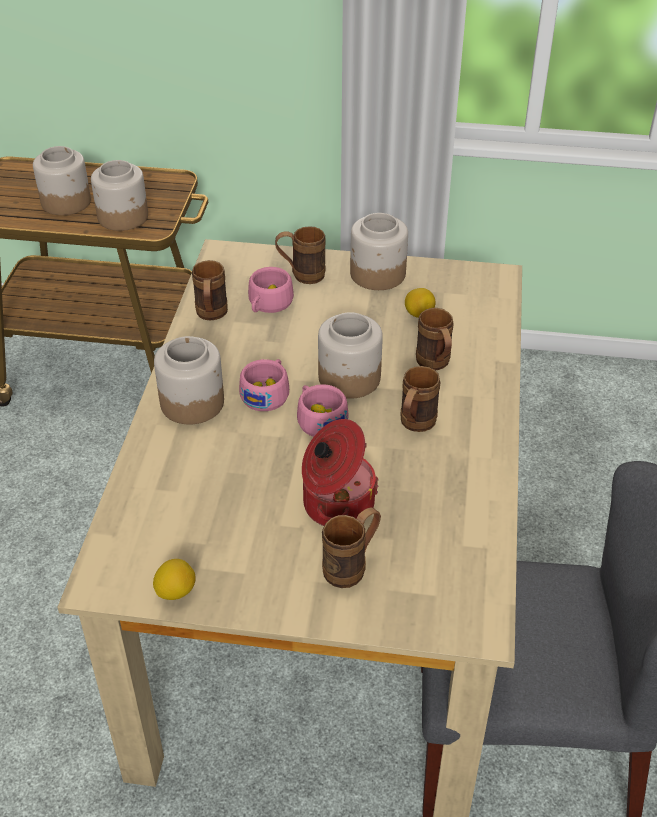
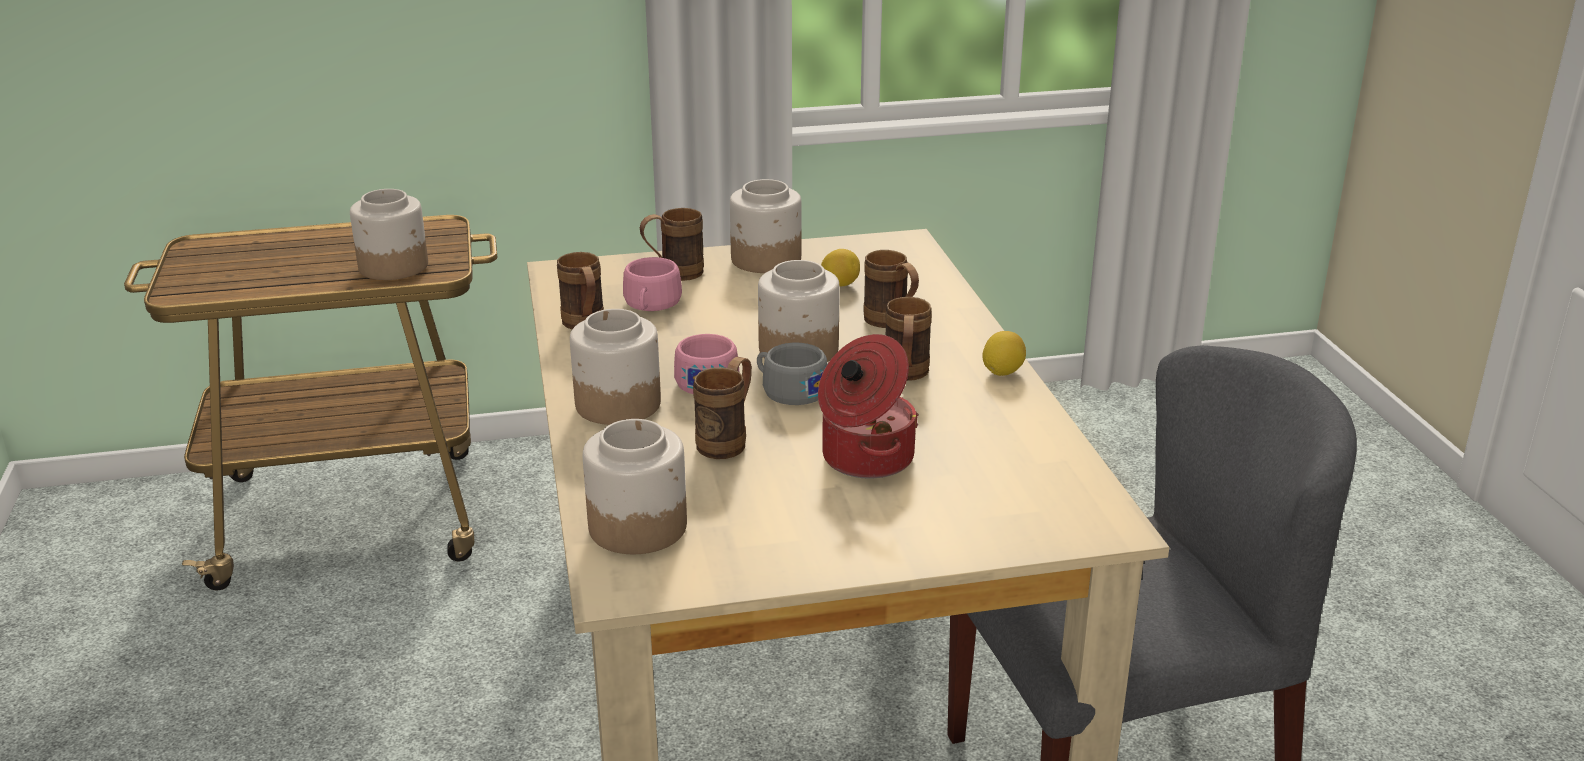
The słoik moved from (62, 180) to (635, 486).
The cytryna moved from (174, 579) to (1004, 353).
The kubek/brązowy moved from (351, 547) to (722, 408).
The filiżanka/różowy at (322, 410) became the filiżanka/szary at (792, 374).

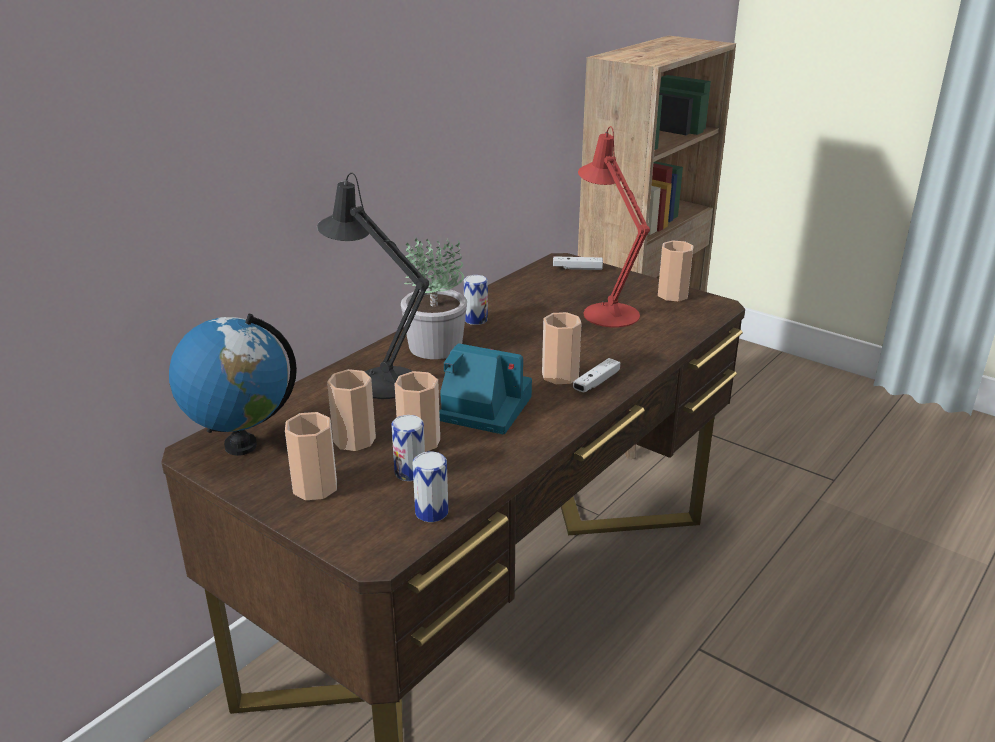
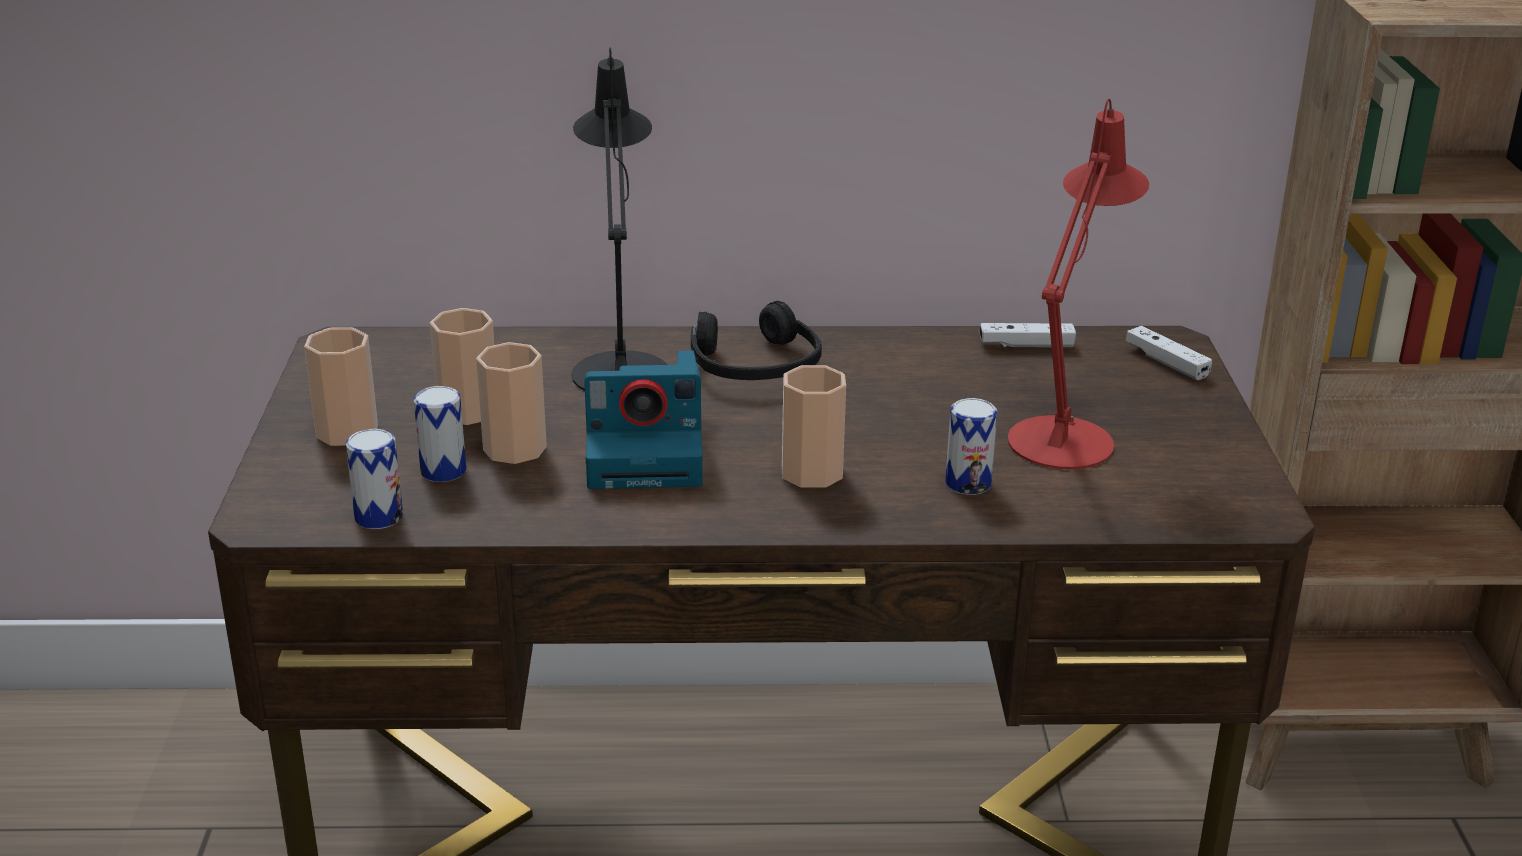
The globus at (233, 385) disappeared.
The filiżanka at (675, 271) disappeared.
The puszka moved from (476, 300) to (971, 446).
The pad do gier/biały moved from (596, 375) to (1028, 335).
The roślina doniczkowa at (434, 298) was replaced by the słuchawki/czarny at (756, 340).
The aparat fotograficzny at (485, 389) turned 105 degrees clockwise.

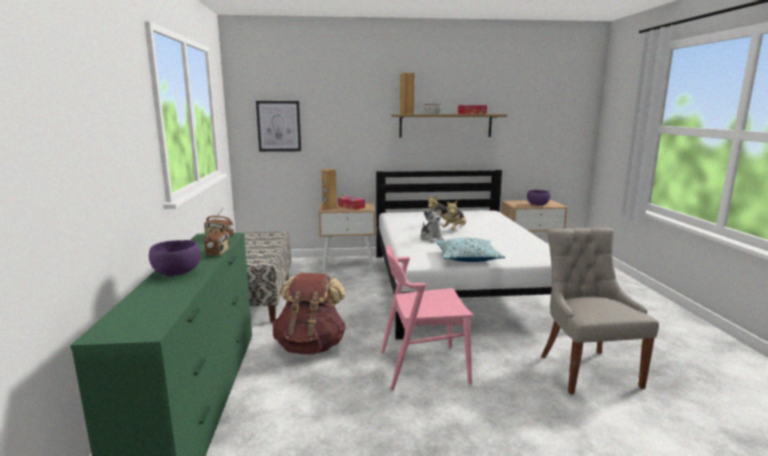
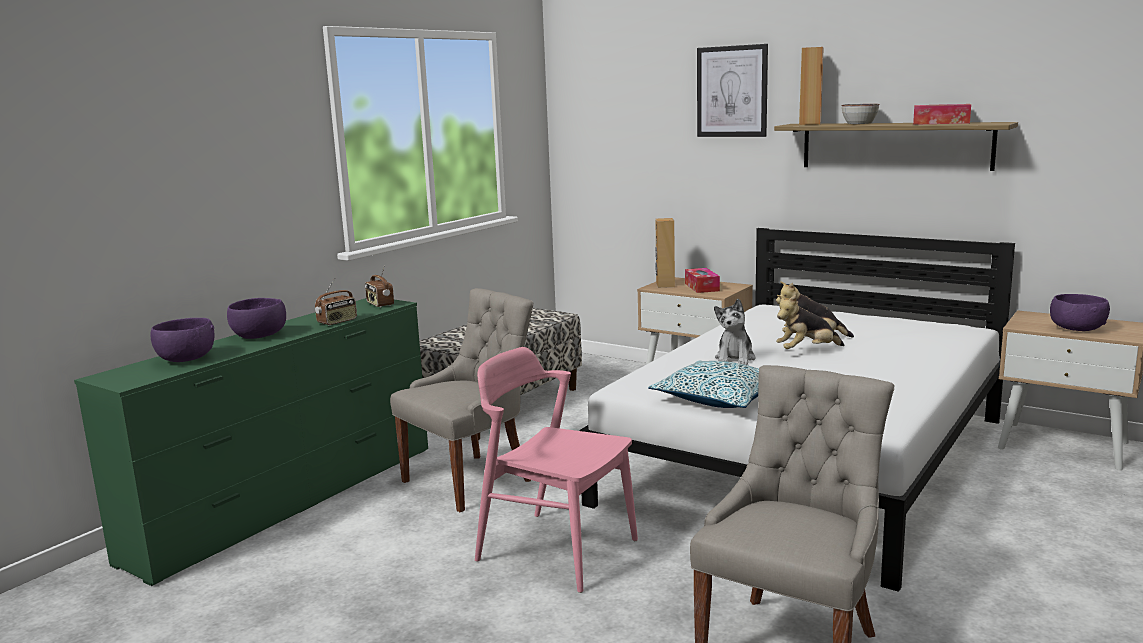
The miska/fioletowy at (182, 340) appeared.
The obraz moved from (278, 126) to (732, 90).
The plecak/brązowy at (309, 313) was replaced by the krzesło/szary at (461, 400).

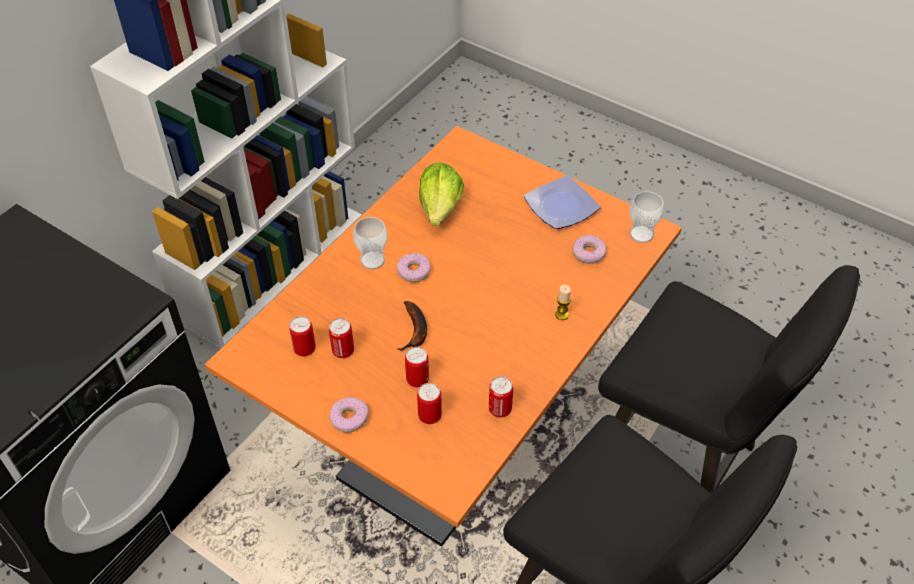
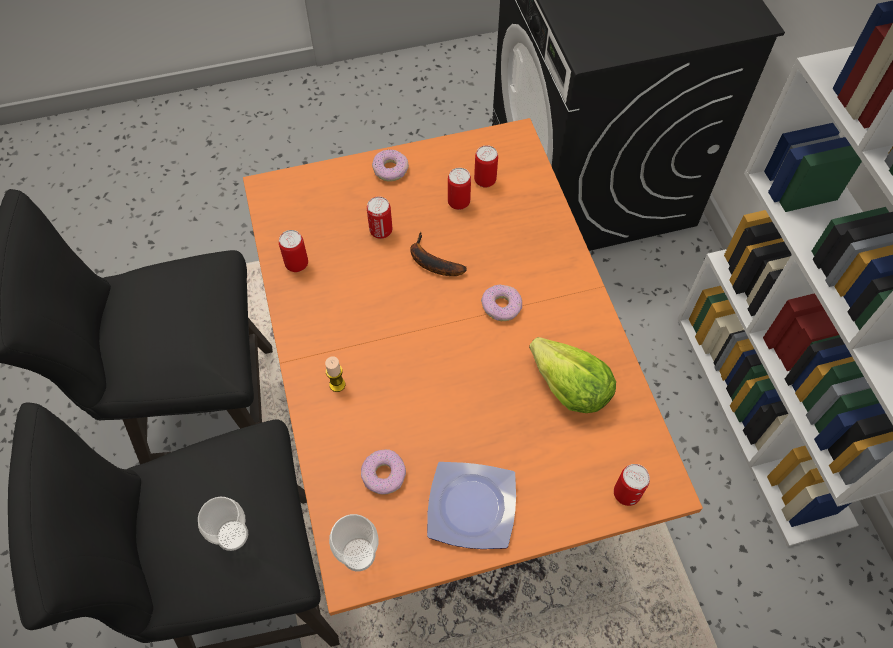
The filiżanka moved from (370, 243) to (223, 524).
The puszka moved from (429, 403) to (632, 485).

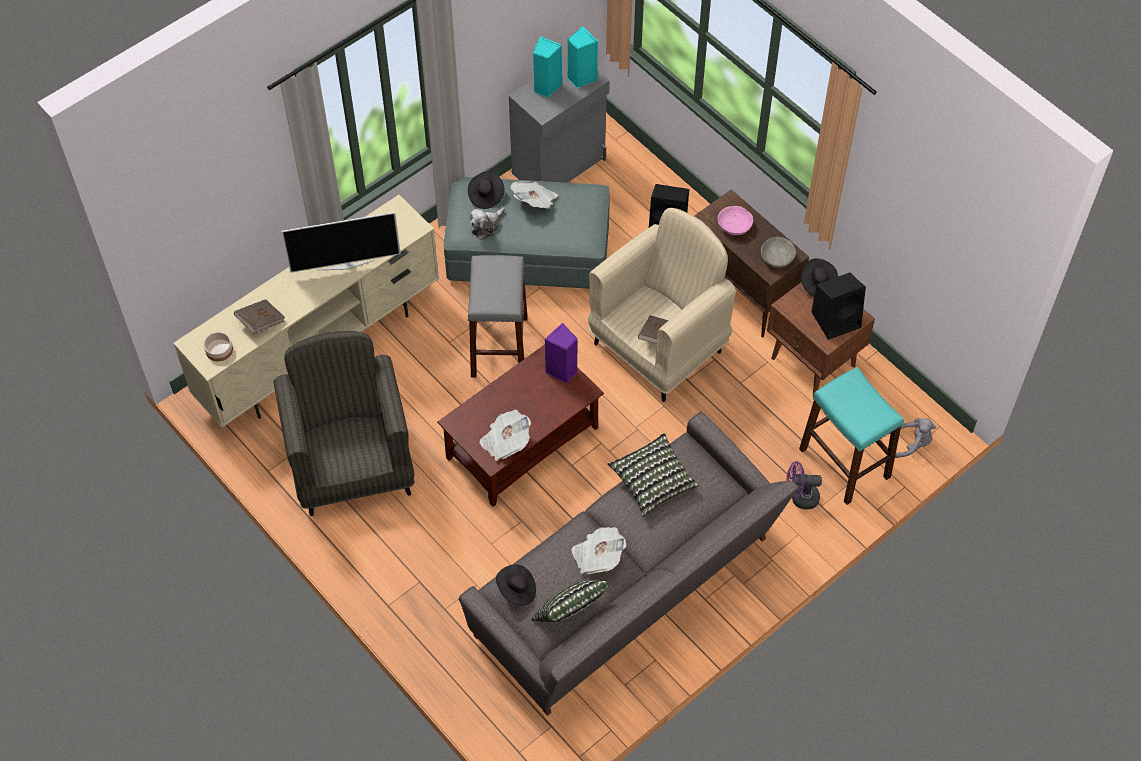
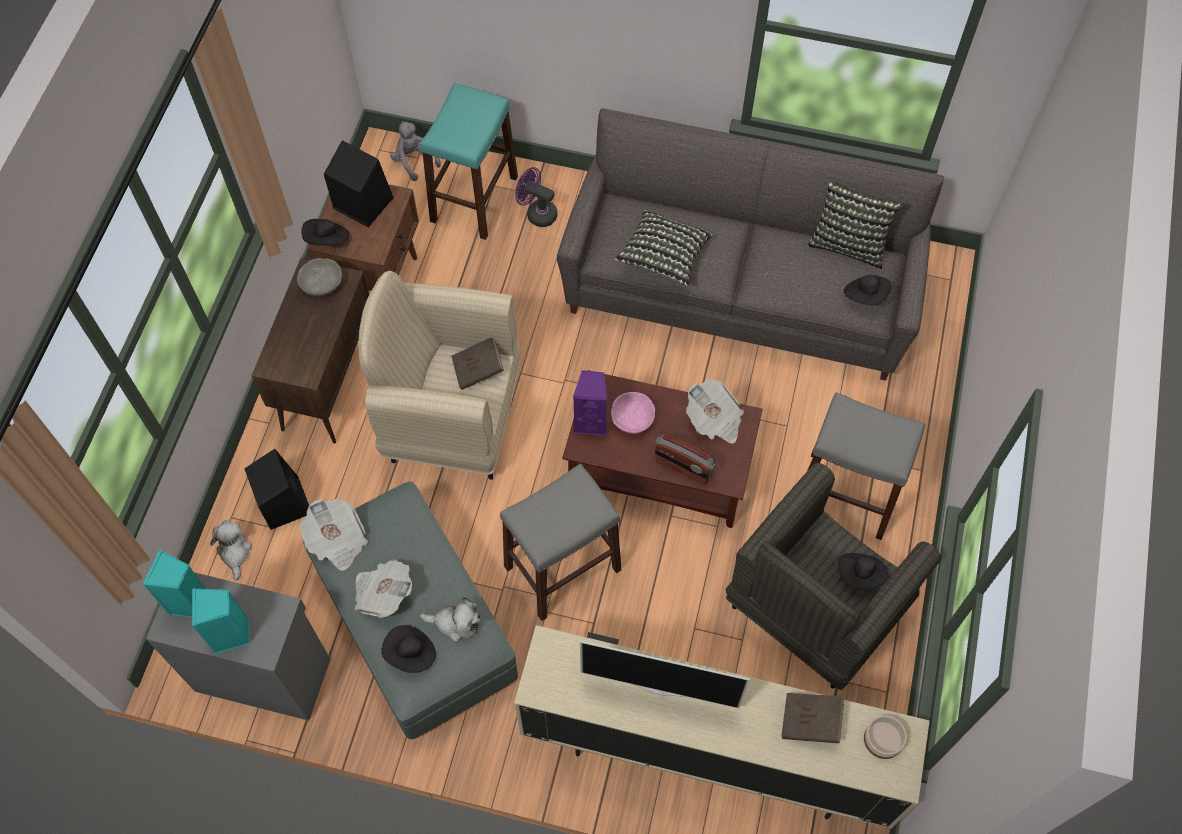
The pluszak at (231, 550) appeared.
The radio at (685, 459) appeared.
The stołek/szary at (866, 466) appeared.
The kapelusz/czarny at (863, 571) appeared.
The gazeta moved from (598, 550) to (334, 535).
The miska/różowy moved from (735, 220) to (633, 413).
The telewizor at (341, 242) turned 150 degrees clockwise.
The wentylator/fioletowy at (804, 485) turned 150 degrees clockwise.

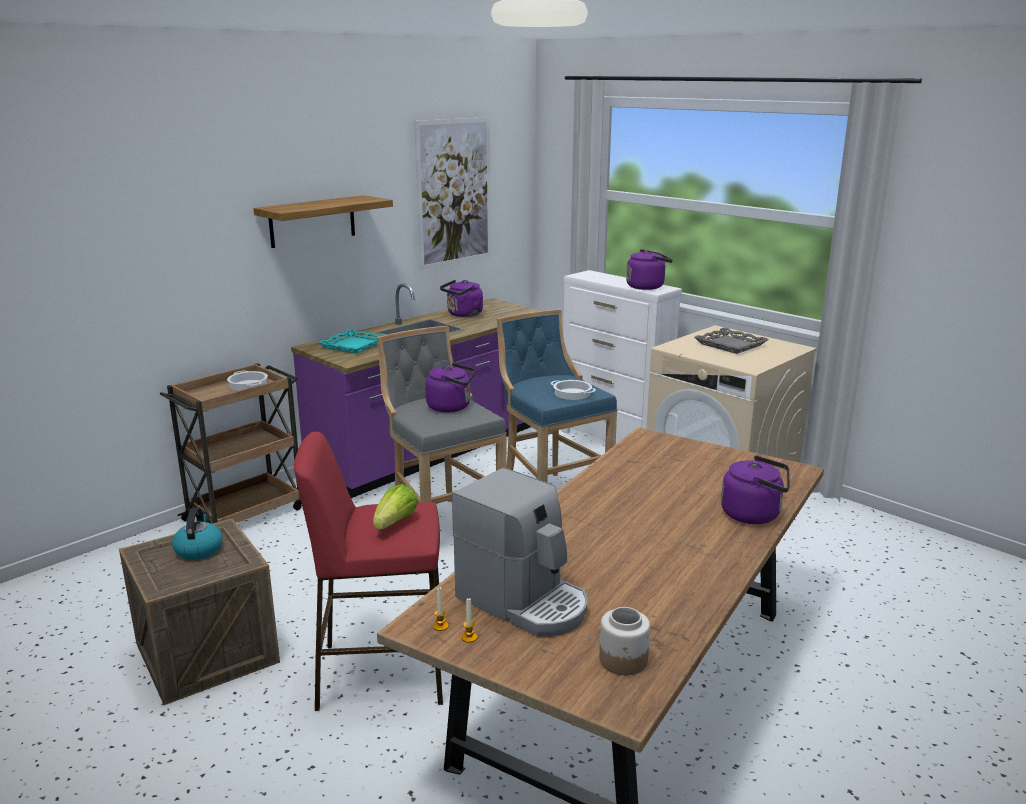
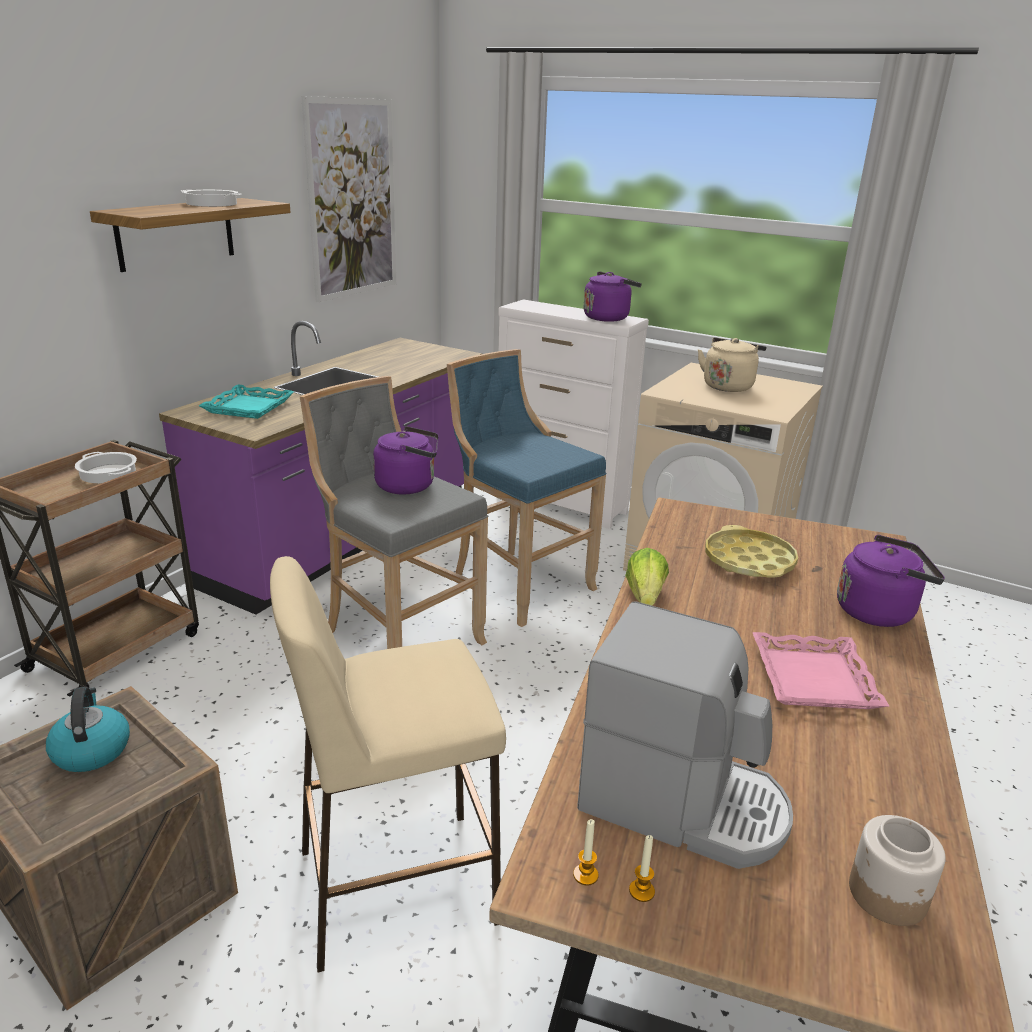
The czajnik/fioletowy at (461, 298) disappeared.
The taca/żółty at (751, 551) appeared.
The taca/różowy at (820, 670) appeared.
The sałata moved from (395, 506) to (647, 577).
The garnek moved from (573, 390) to (211, 198).
The taca/szary at (731, 340) was replaced by the czajnik/beżowy at (732, 364).
The stołek/czerwony at (368, 571) became the stołek/beżowy at (388, 764).

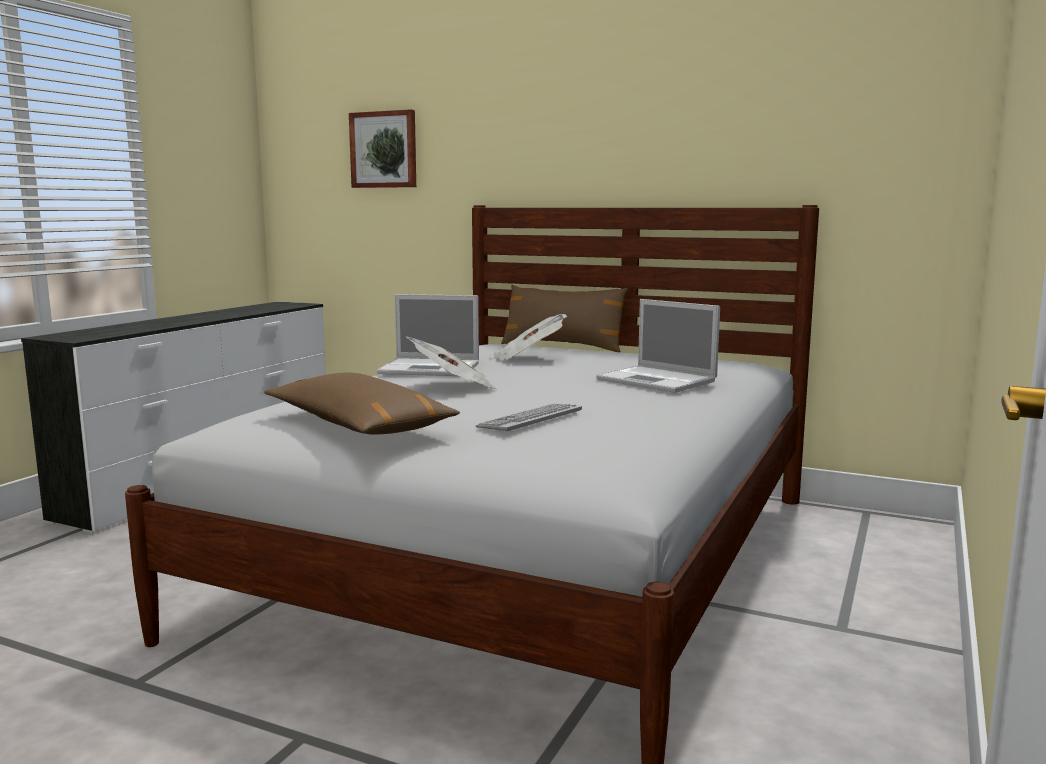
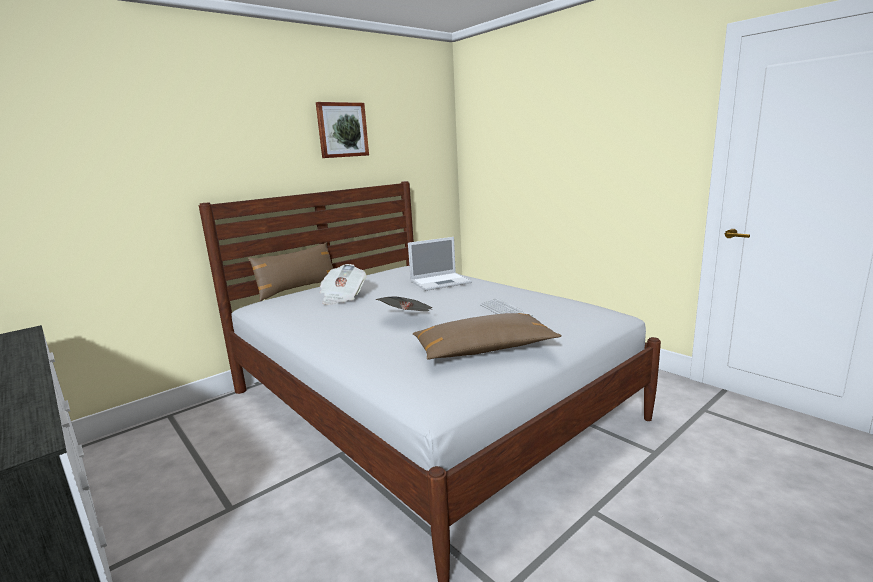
The laptop at (428, 335) disappeared.
The obraz moved from (382, 148) to (342, 130).

